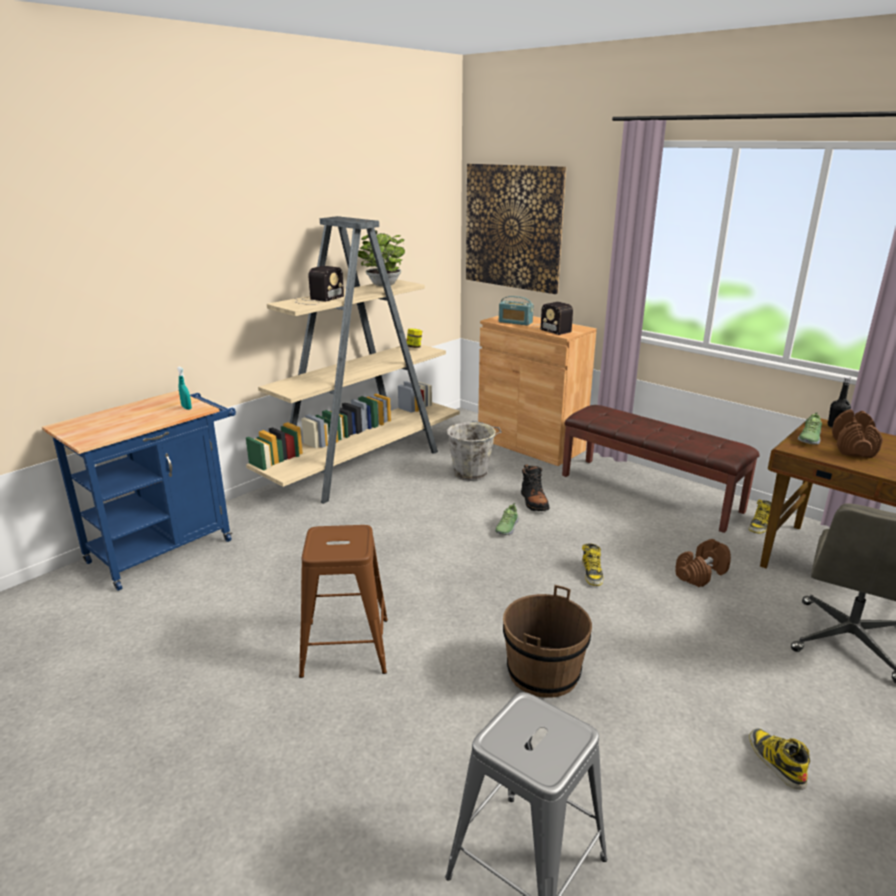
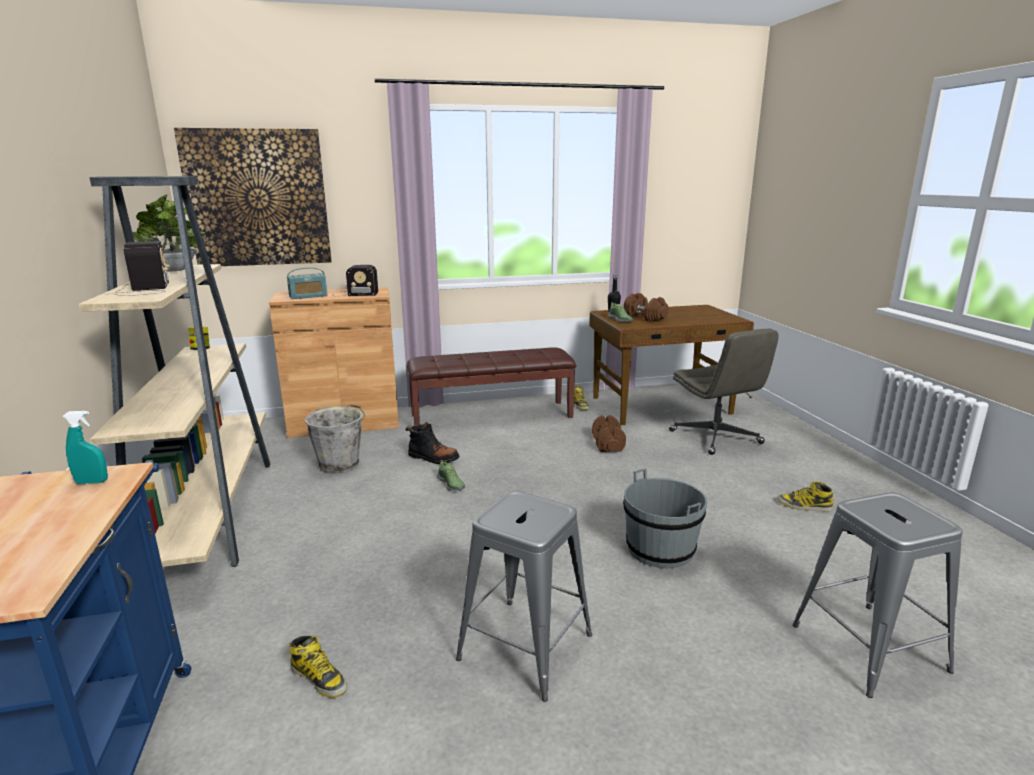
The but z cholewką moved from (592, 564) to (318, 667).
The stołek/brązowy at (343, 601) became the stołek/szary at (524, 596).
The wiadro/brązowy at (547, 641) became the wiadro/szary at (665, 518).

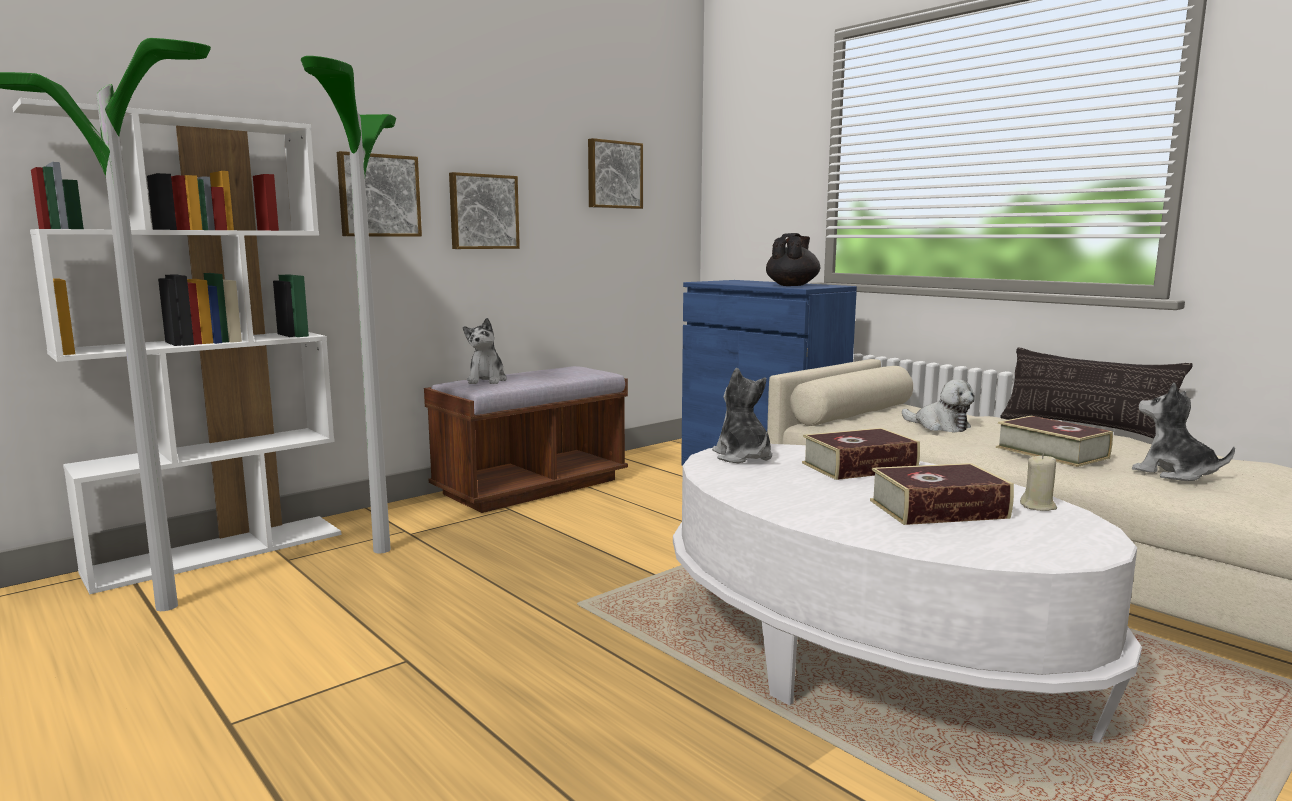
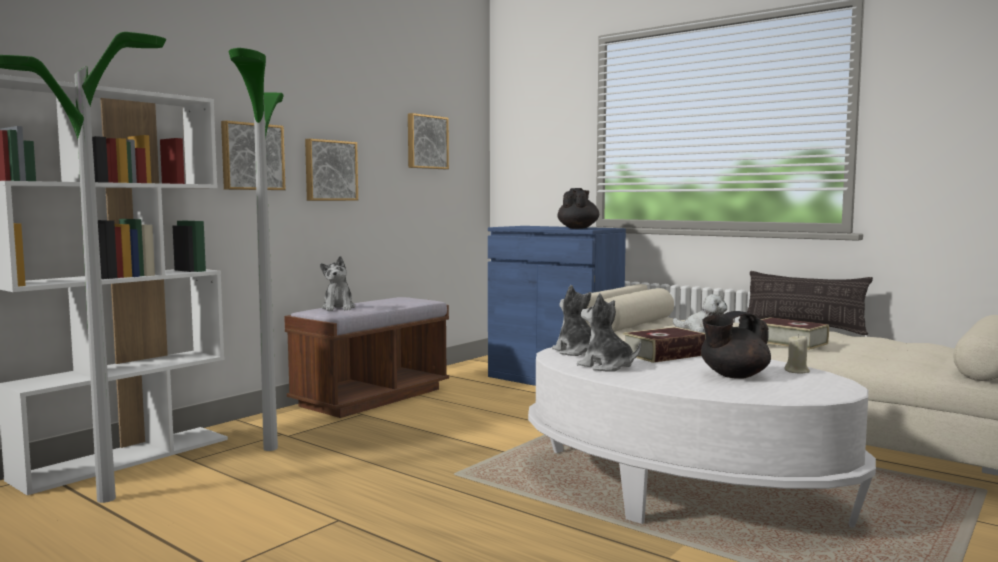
The pluszak moved from (1183, 432) to (609, 332).
The książka at (942, 494) was replaced by the imbryk/czarny at (736, 345).

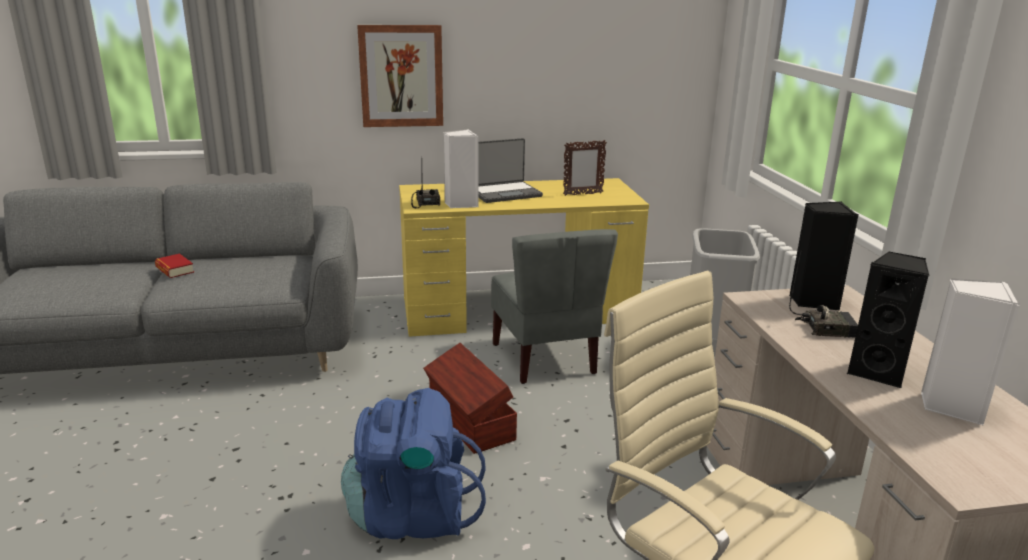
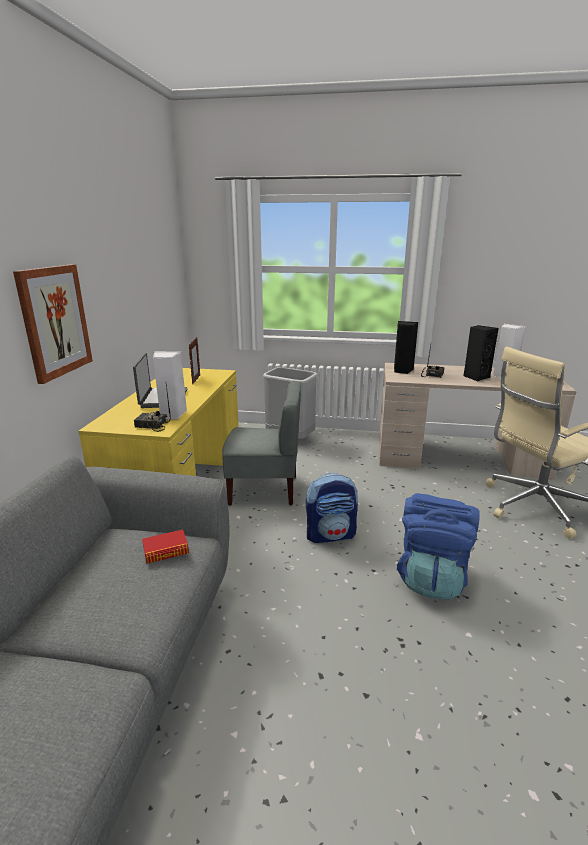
The książka moved from (174, 266) to (165, 546).
The pojemnik do przechowywania/brązowy at (470, 398) was replaced by the plecak at (332, 508).

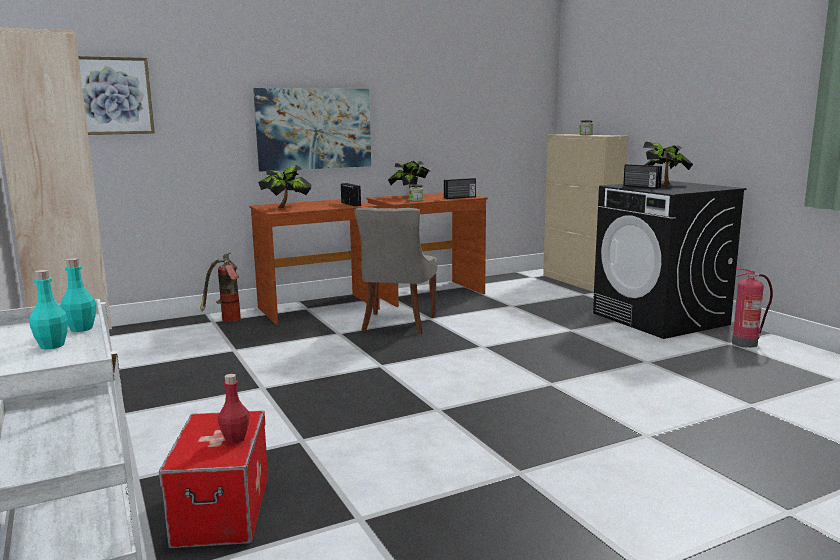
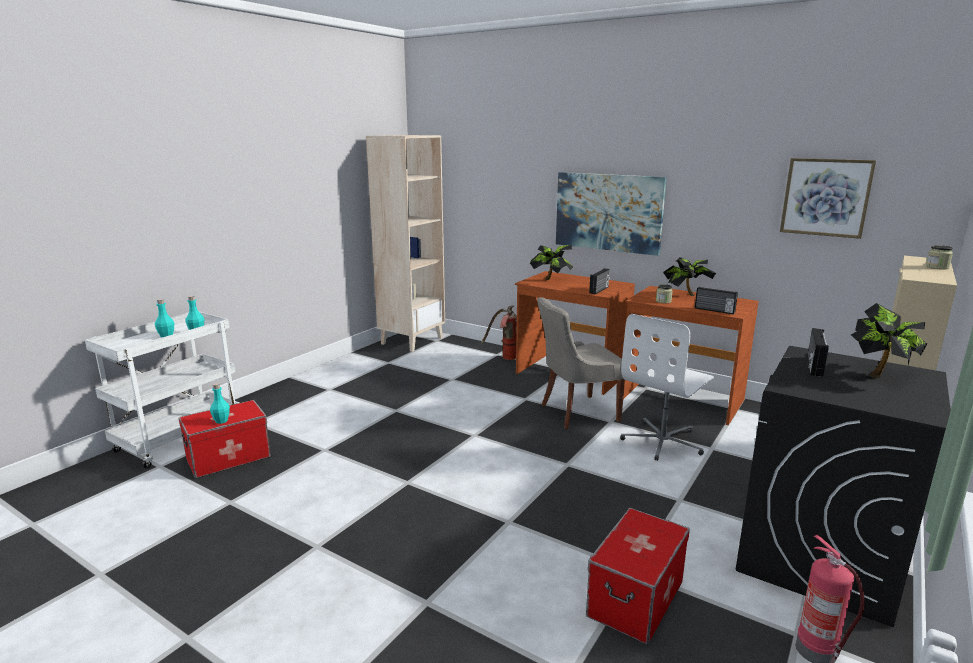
The pojemnik do przechowywania at (638, 576) appeared.
The krzesło biurowe/biały at (667, 387) appeared.
The obraz moved from (116, 95) to (828, 198).
The butelka/czerwony at (234, 409) became the butelka/turkusowy at (220, 403).

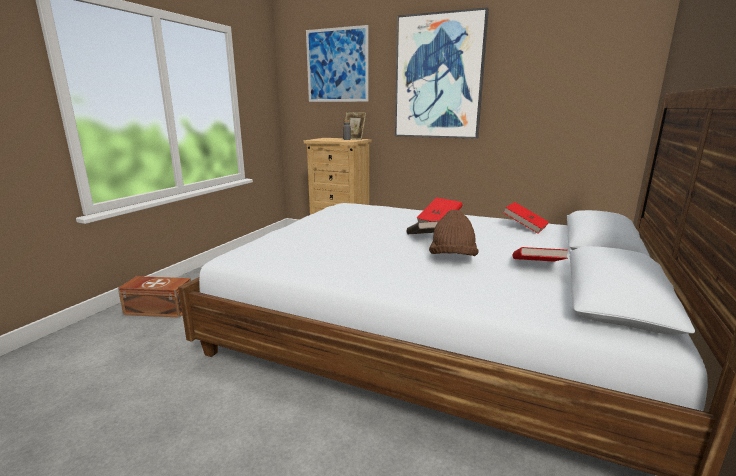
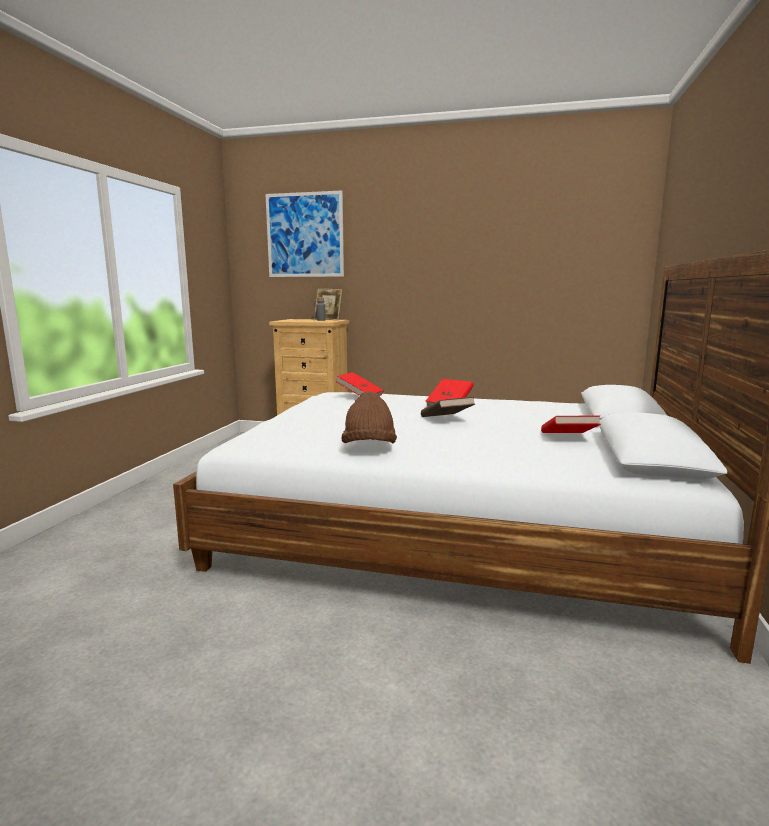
The pojemnik do przechowywania/brązowy at (154, 297) disappeared.
The obraz at (442, 73) disappeared.
The kapelusz/brązowy moved from (454, 233) to (369, 417).
The książka/czerwony moved from (526, 218) to (359, 384).

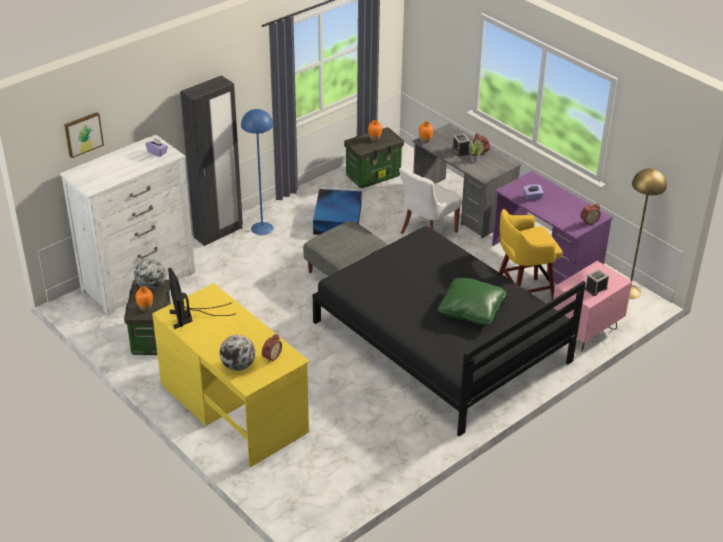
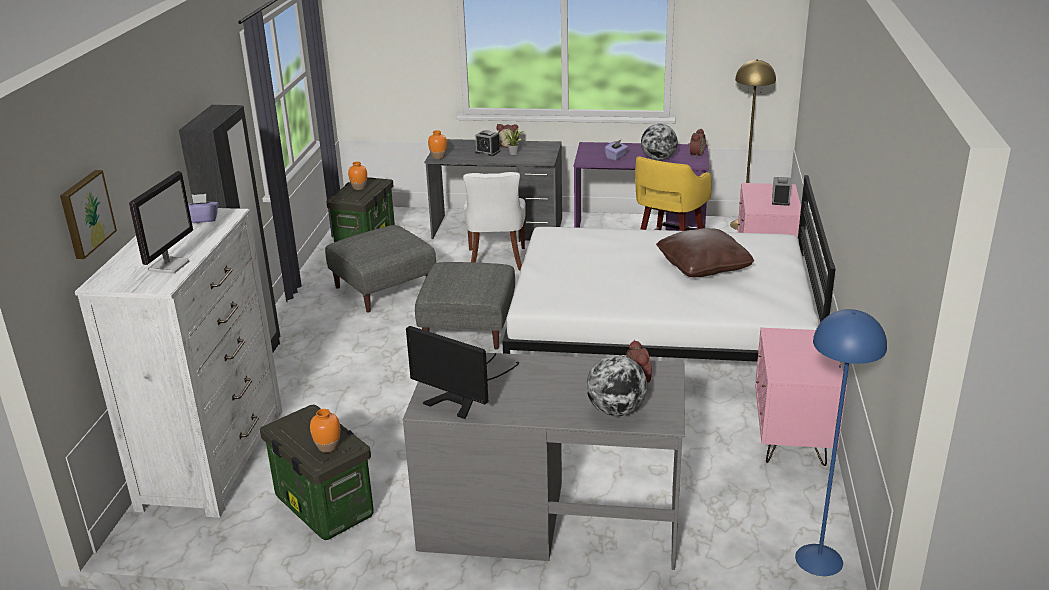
The monitor at (161, 222) appeared.
The szafka nocna/różowy at (801, 397) appeared.
The globus moved from (150, 275) to (659, 142).
The lampa stojąca/niebieski moved from (257, 172) to (841, 442).
The pojemnik do przechowywania/niebieski at (337, 212) was replaced by the pufa/szary at (380, 268).
The biurko/żółty at (231, 375) became the biurko/szary at (544, 461).
The łóżko/czarny at (449, 331) became the łóżko/biały at (669, 268).
The poduszka/zielony at (472, 301) became the poduszka/brązowy at (705, 252).

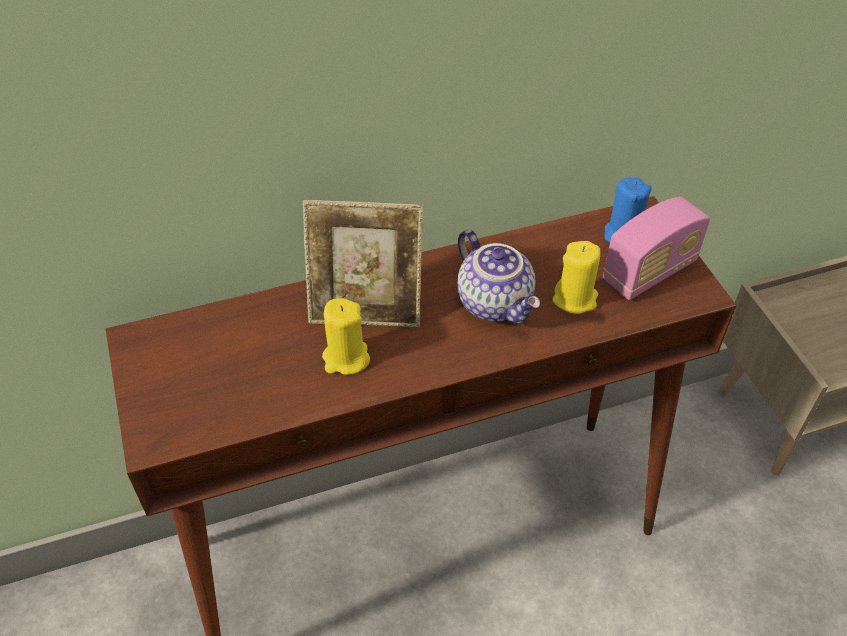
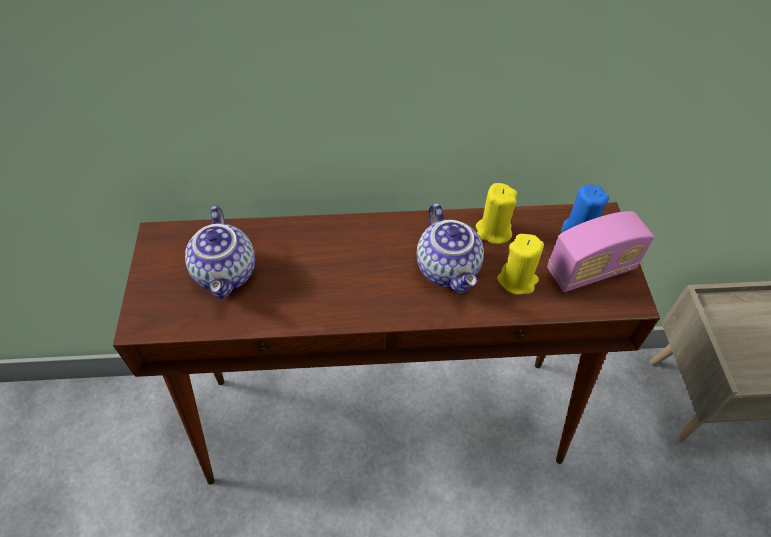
The ramka na zdjęcie at (363, 263) disappeared.
The imbryk at (220, 252) appeared.
The świeca/żółty moved from (346, 336) to (496, 213).

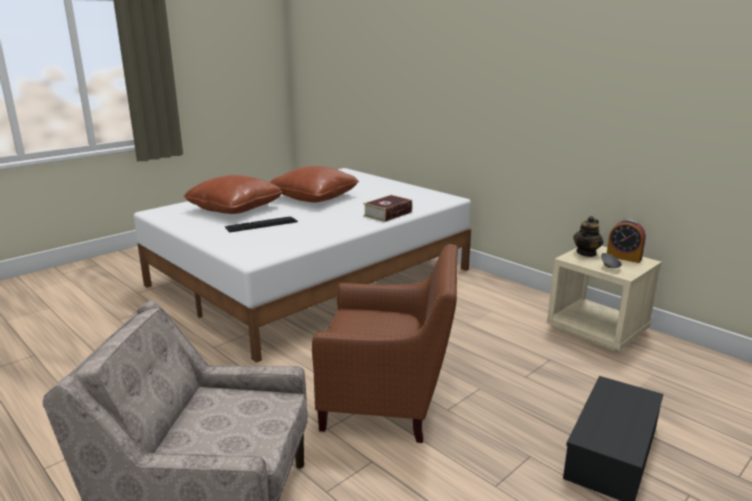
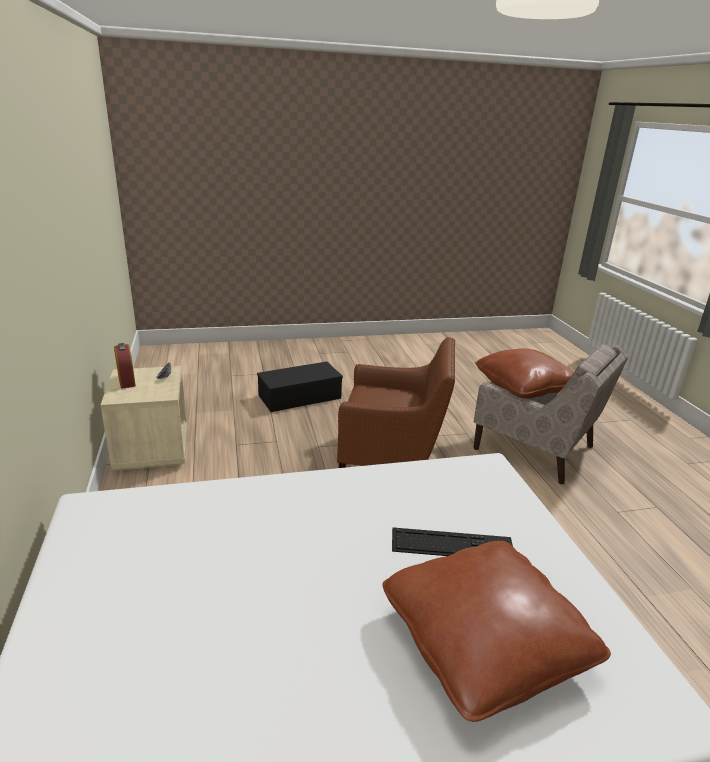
The książka at (388, 208) disappeared.
The imbryk at (588, 236) disappeared.
The poduszka/brązowy moved from (314, 184) to (524, 373).
The fotel/brązowy at (385, 343) turned 150 degrees clockwise.

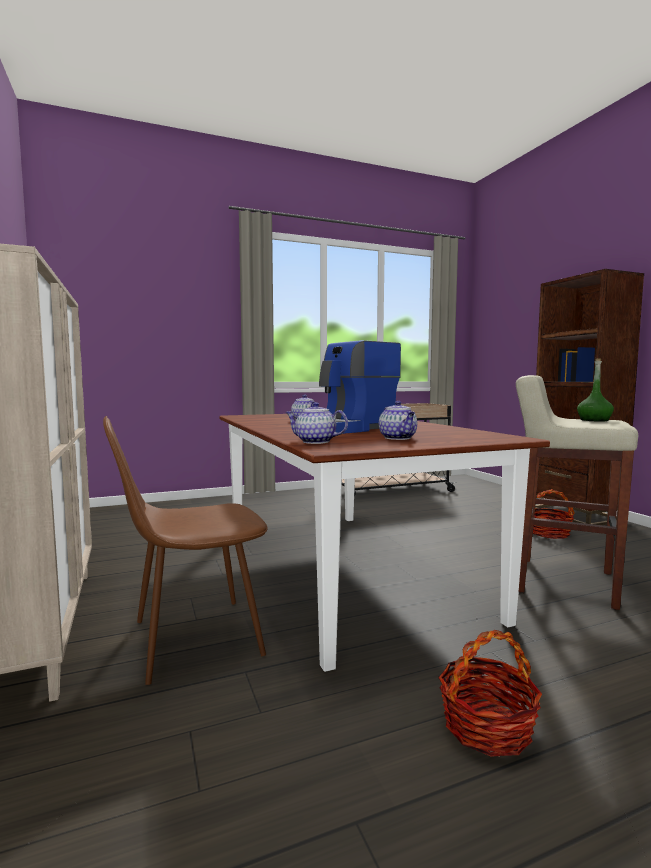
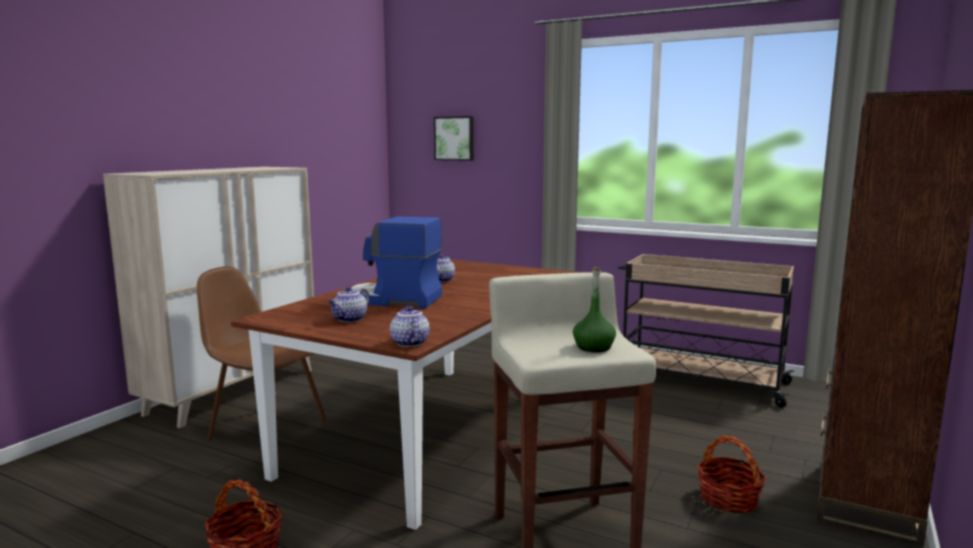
The obraz at (454, 138) appeared.
The imbryk moved from (316, 423) to (410, 326).

